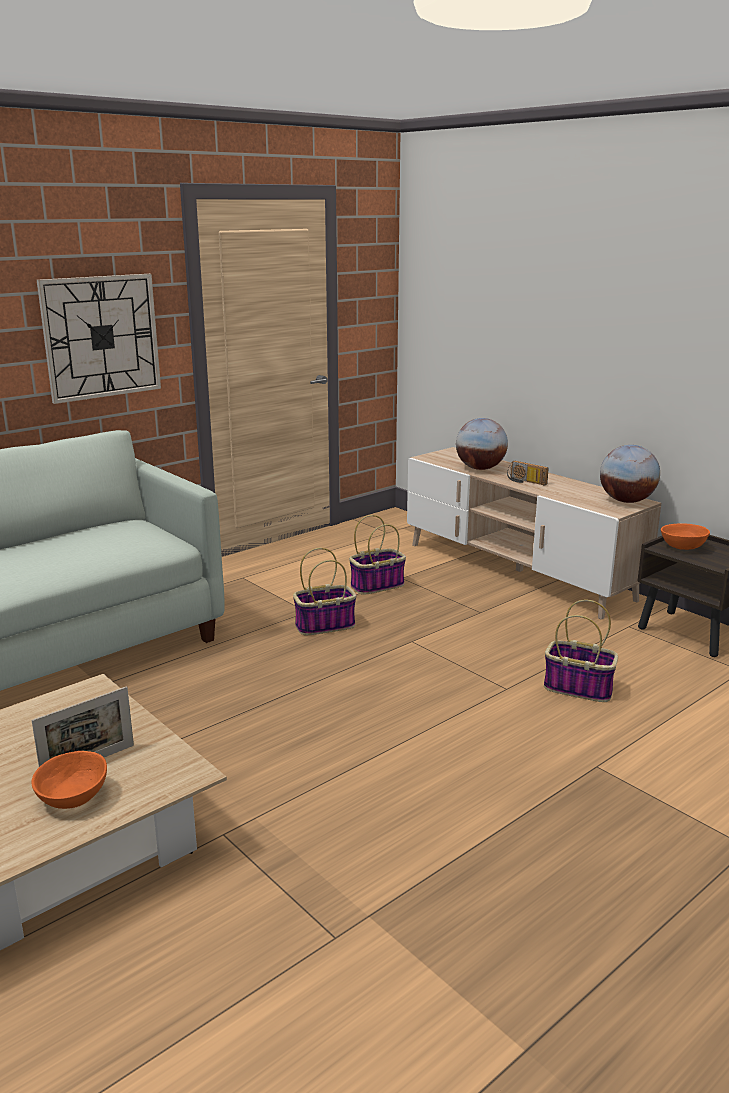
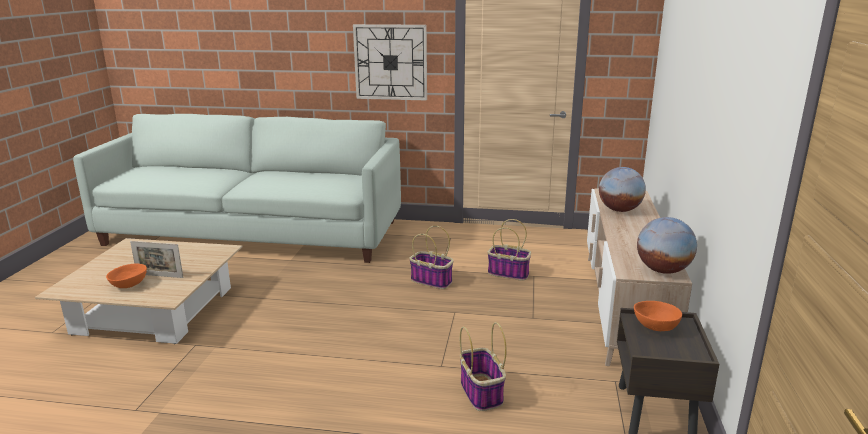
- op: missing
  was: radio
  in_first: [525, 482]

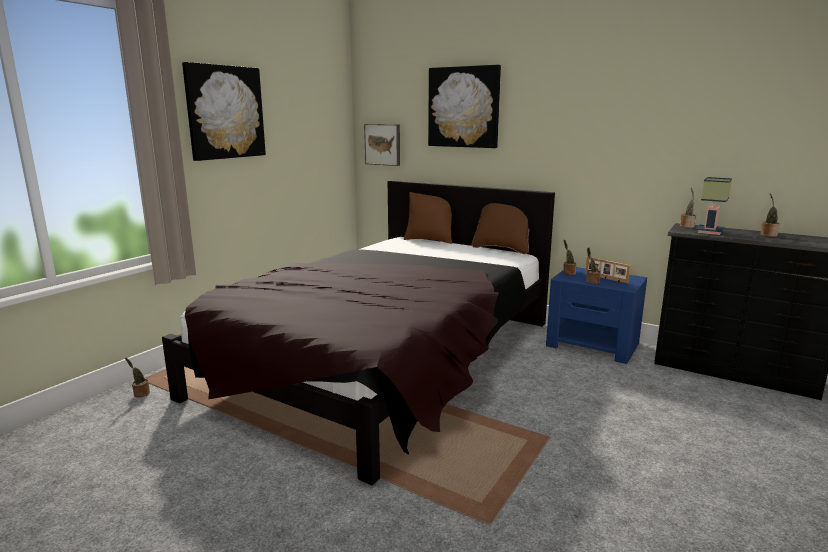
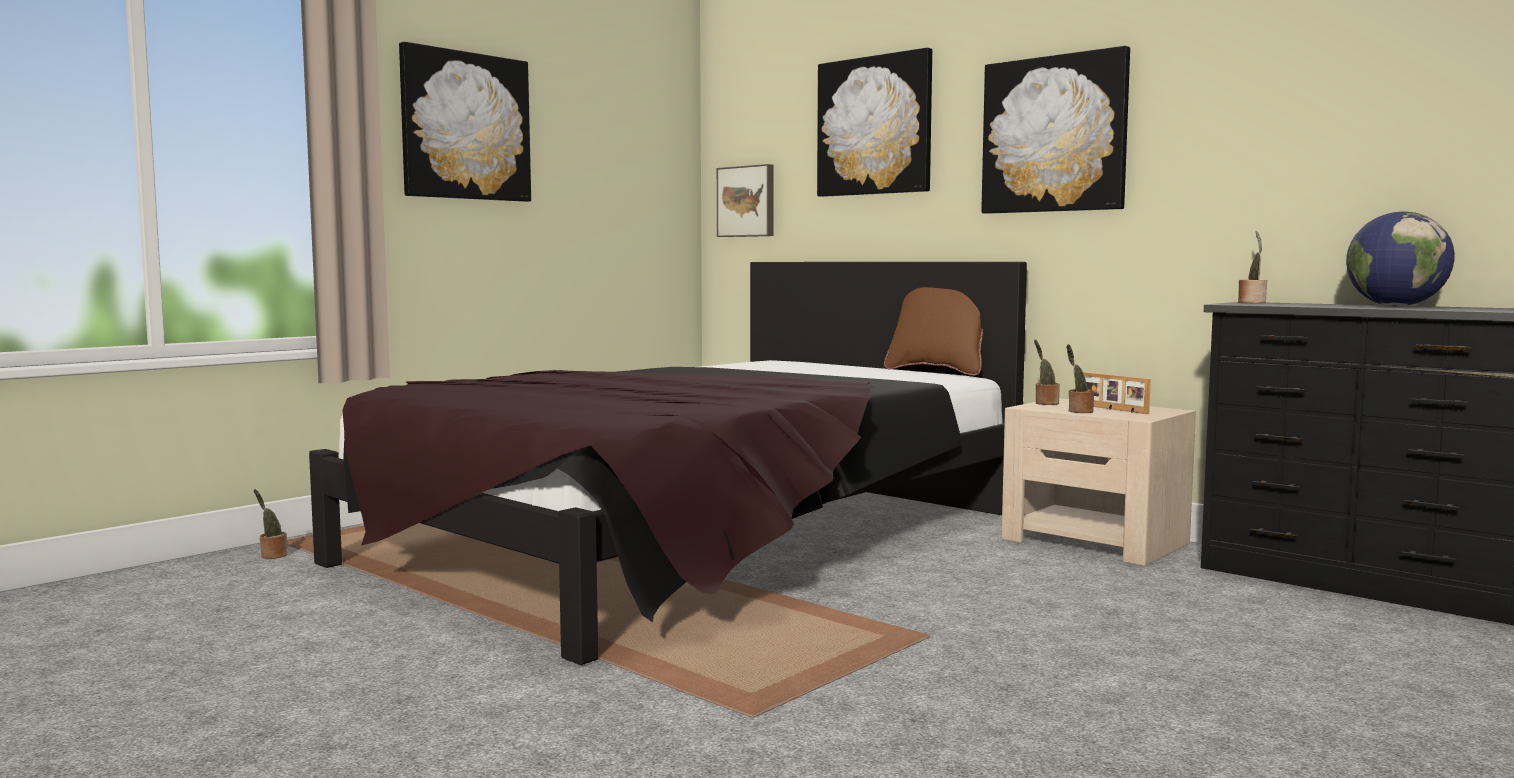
- op: missing
  was: pillow/brown
  in_first: [429, 240]
- op: missing
  was: table lamp
  in_first: [708, 231]
- op: appeared
  now: picture
  in_second: [1054, 134]
- op: exchanged
  was: potted plant
  now: globe
  in_first: [768, 235]
  in_second: [1395, 306]
- op: colour
  was: nightstand/blue
  now: nightstand/beige
  in_first: [593, 344]
  in_second: [1095, 541]

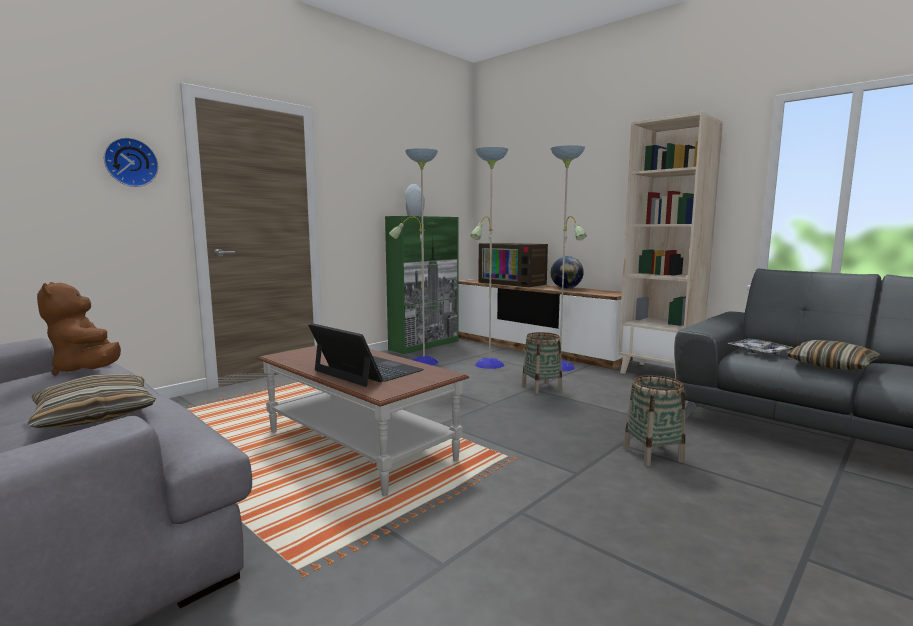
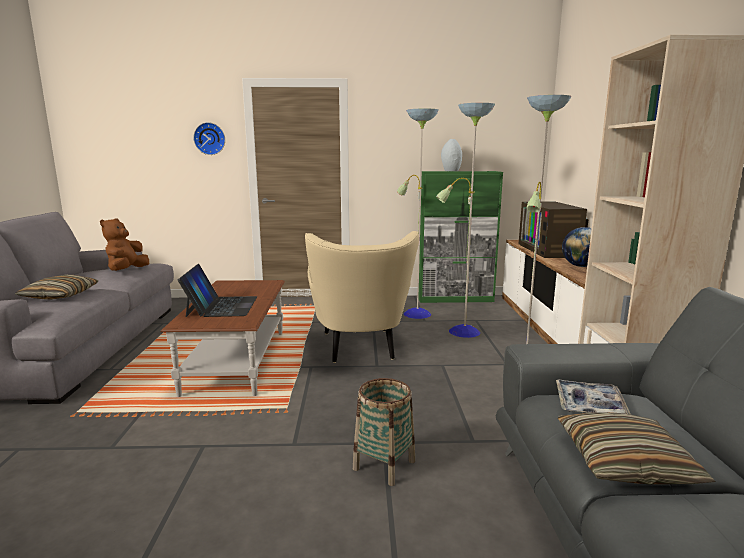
- op: missing
  was: basket
  in_first: [541, 387]
- op: appeared
  now: armchair/beige
  in_second: [360, 348]

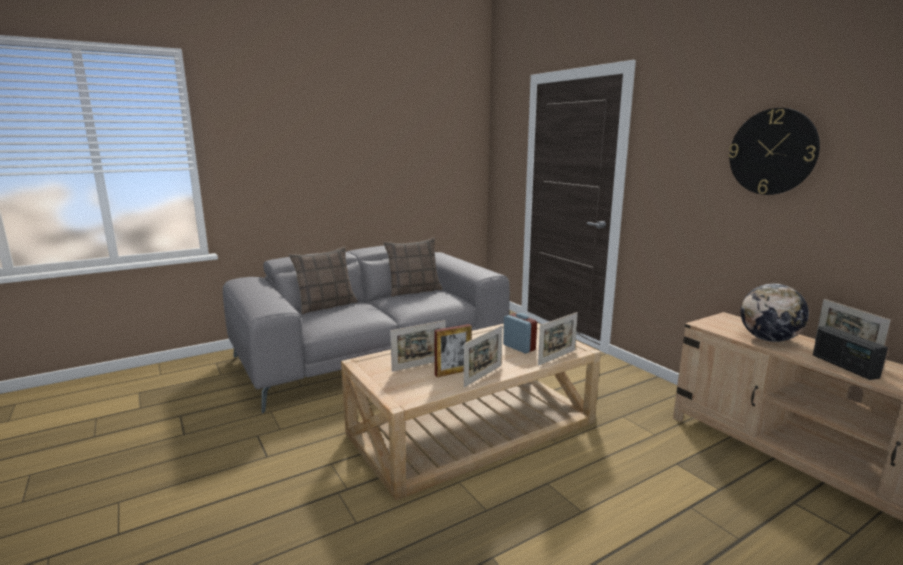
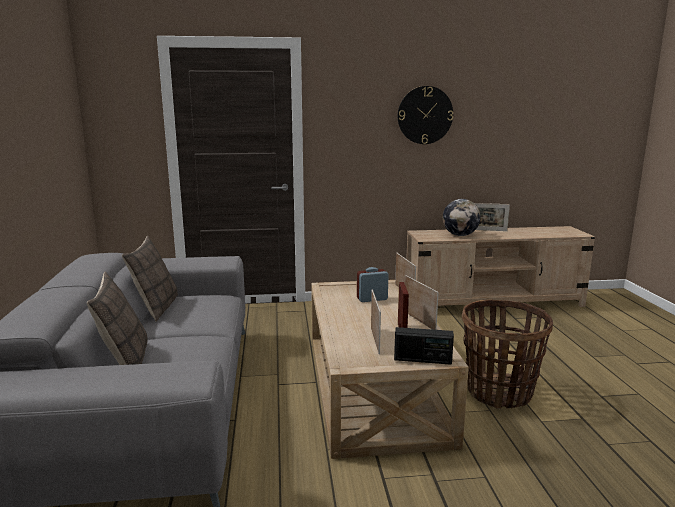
- op: appeared
  now: basket
  in_second: [499, 392]
- op: relocated
  was: radio
  in_first: [844, 366]
  in_second: [422, 359]

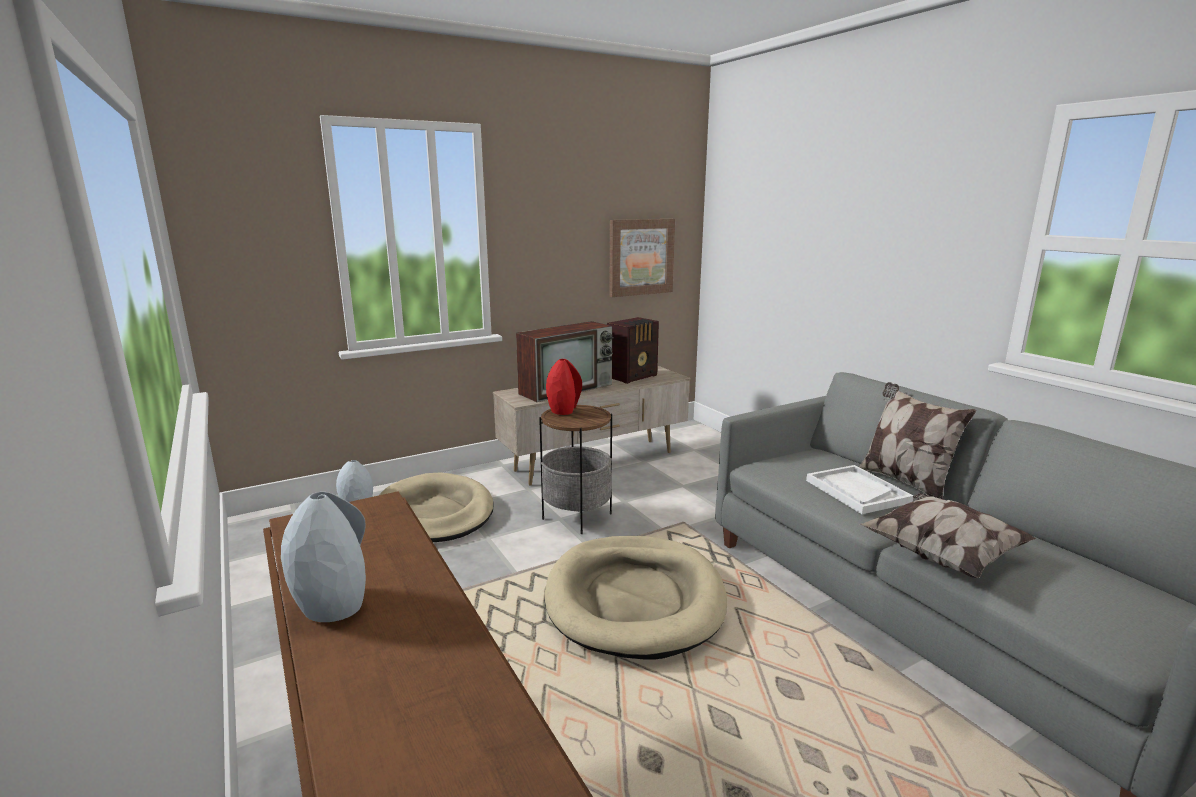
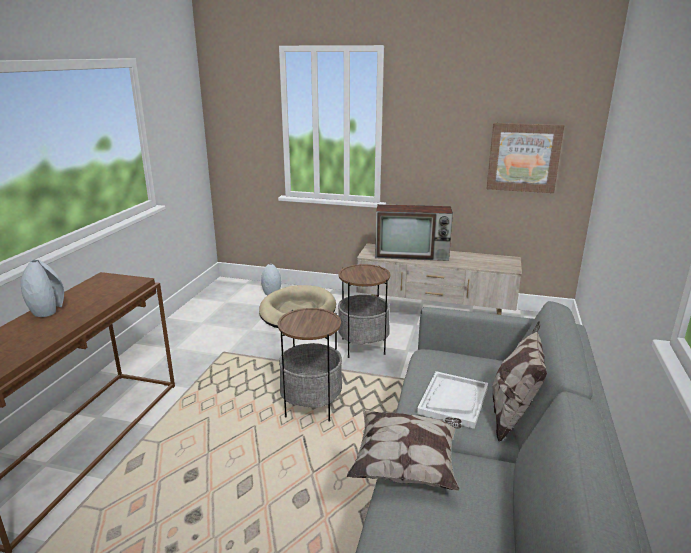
- op: missing
  was: vase/red
  in_first: [563, 410]
- op: missing
  was: radio
  in_first: [633, 376]
- op: exchanged
  was: dog bed/beige
  now: side table
  in_first: [634, 599]
  in_second: [311, 406]

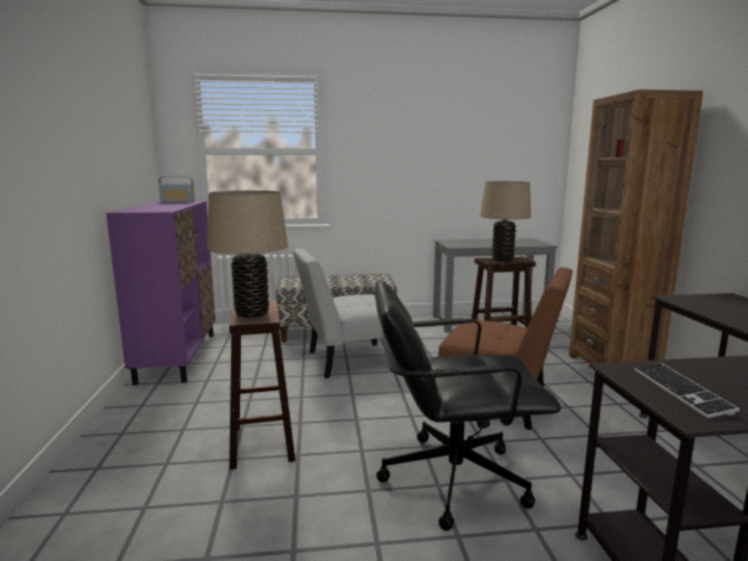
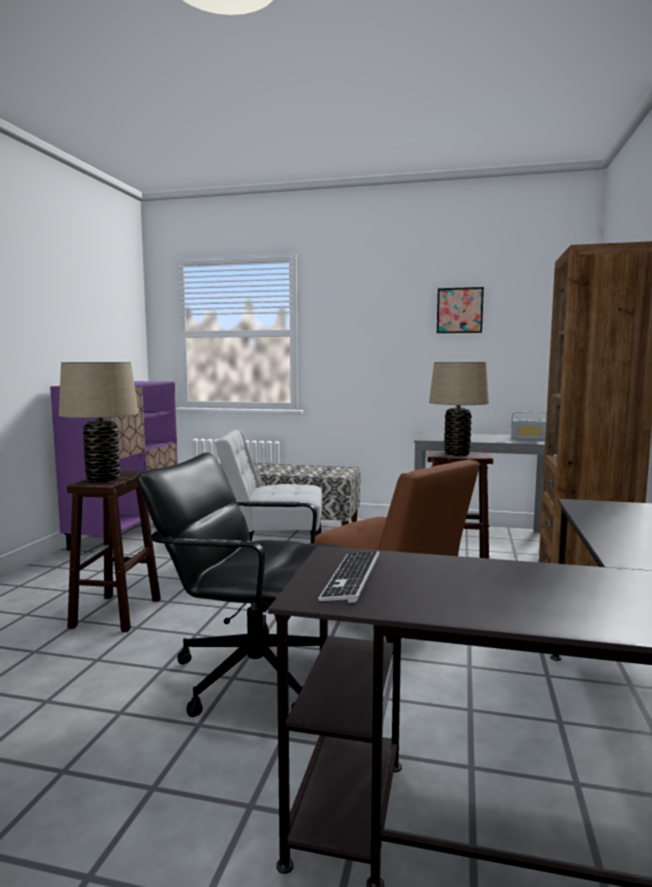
- op: appeared
  now: picture
  in_second: [459, 310]
- op: relocated
  was: radio
  in_first: [177, 201]
  in_second: [528, 438]

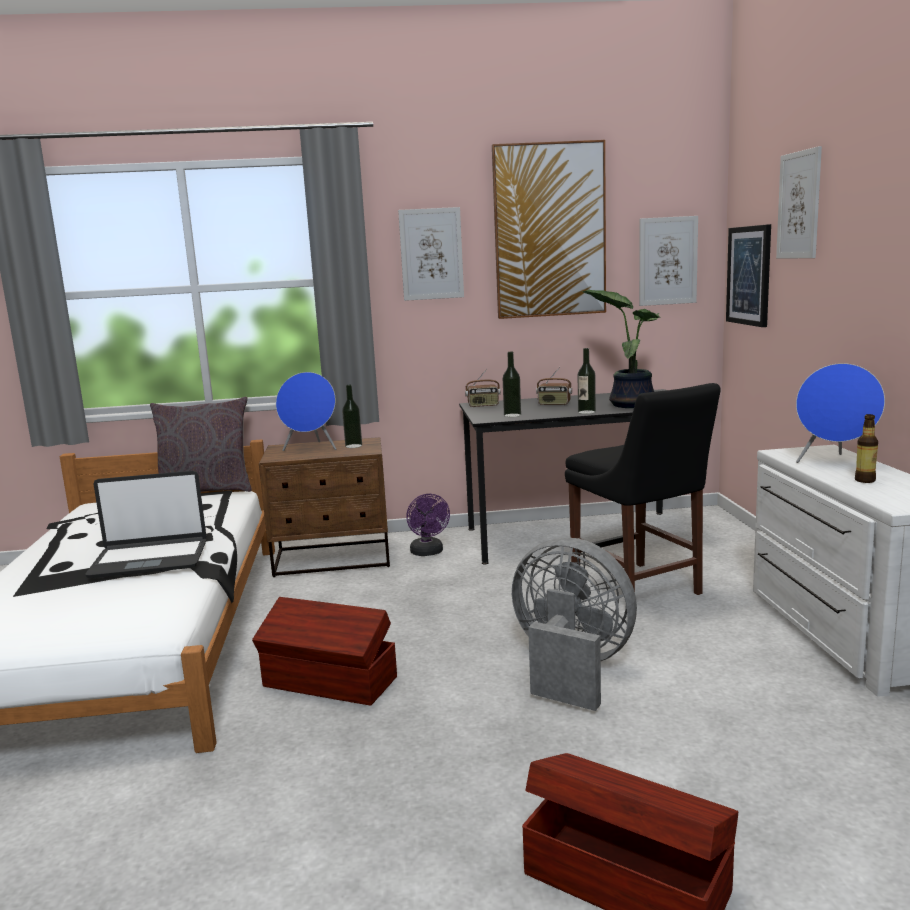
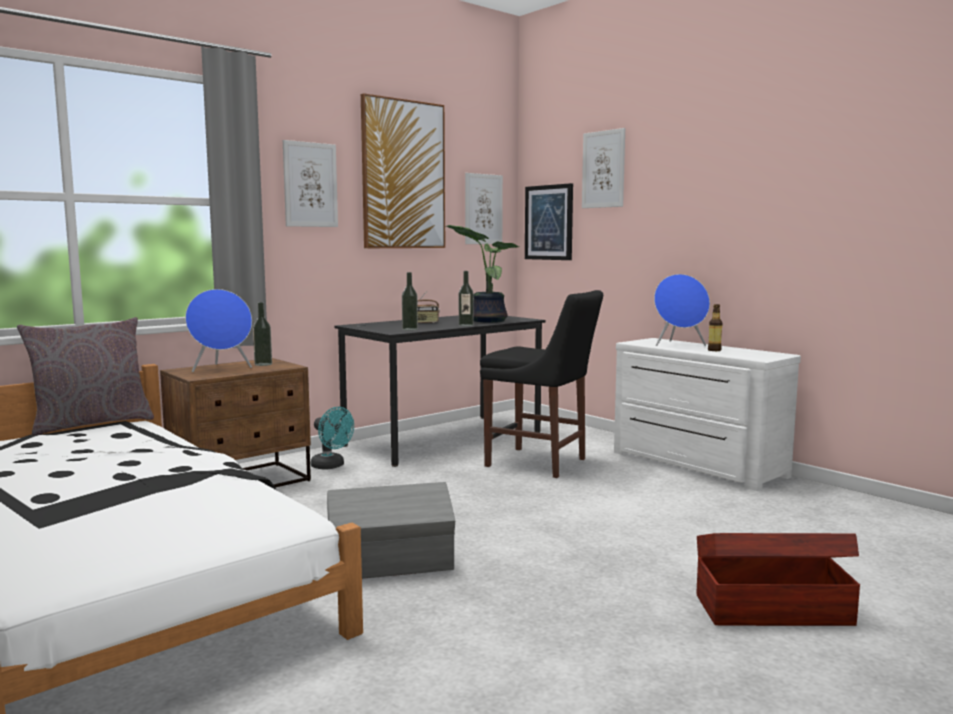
- op: missing
  was: laptop
  in_first: [150, 559]
- op: missing
  was: radio
  in_first: [483, 405]
- op: missing
  was: fan/grey
  in_first: [570, 669]
- op: colour
  was: storage box/brown
  now: storage box/grey
  in_first: [330, 683]
  in_second: [392, 565]
- op: colour
  was: fan/purple
  now: fan/turquoise
  in_first: [428, 553]
  in_second: [331, 466]

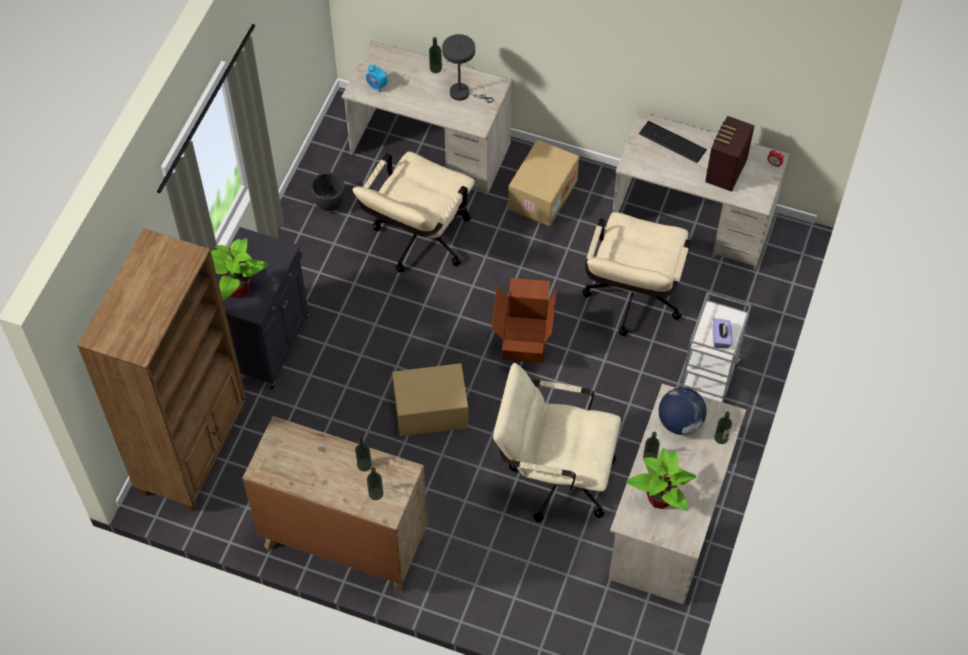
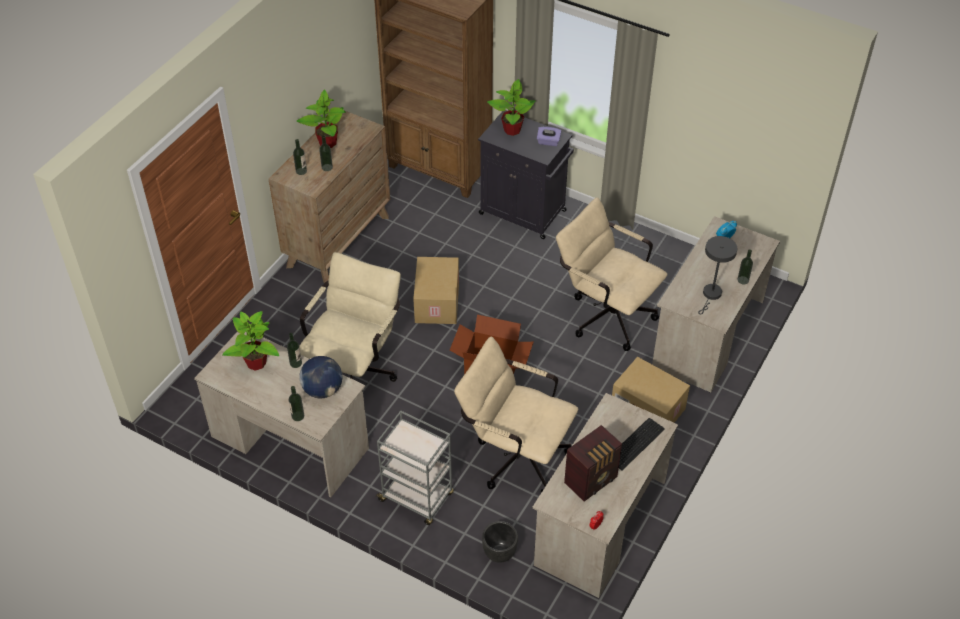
- op: appeared
  now: potted plant
  in_second: [327, 142]
- op: relocated
  was: planter/black
  in_first: [330, 204]
  in_second: [499, 553]
- op: relocated
  was: tissue box/purple
  in_first: [721, 338]
  in_second: [548, 142]
- op: spun
  was: radio
  in_first: [724, 171]
  in_second: [592, 480]
  clockwise: 105

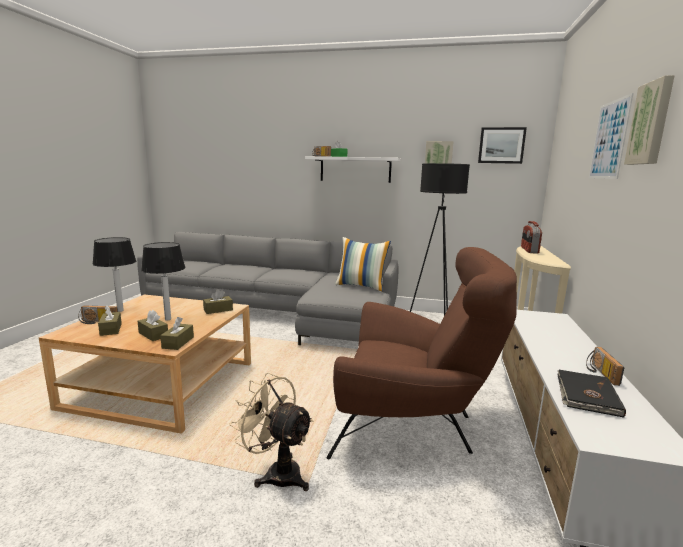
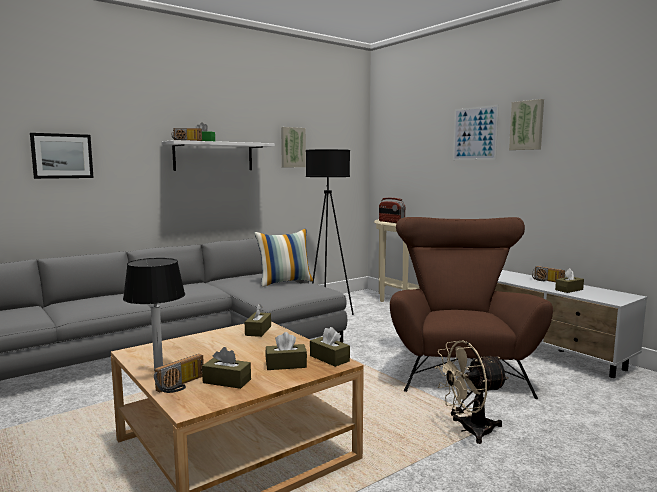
- op: missing
  was: table lamp
  in_first: [168, 319]
- op: relocated
  was: picture
  in_first: [501, 145]
  in_second: [62, 156]
- op: exchanged
  was: book/black
  now: tissue box/brown
  in_first: [586, 395]
  in_second: [569, 290]
- op: spun
  was: armchair/brown
  in_first: [414, 424]
  in_second: [458, 367]
  clockwise: -45

